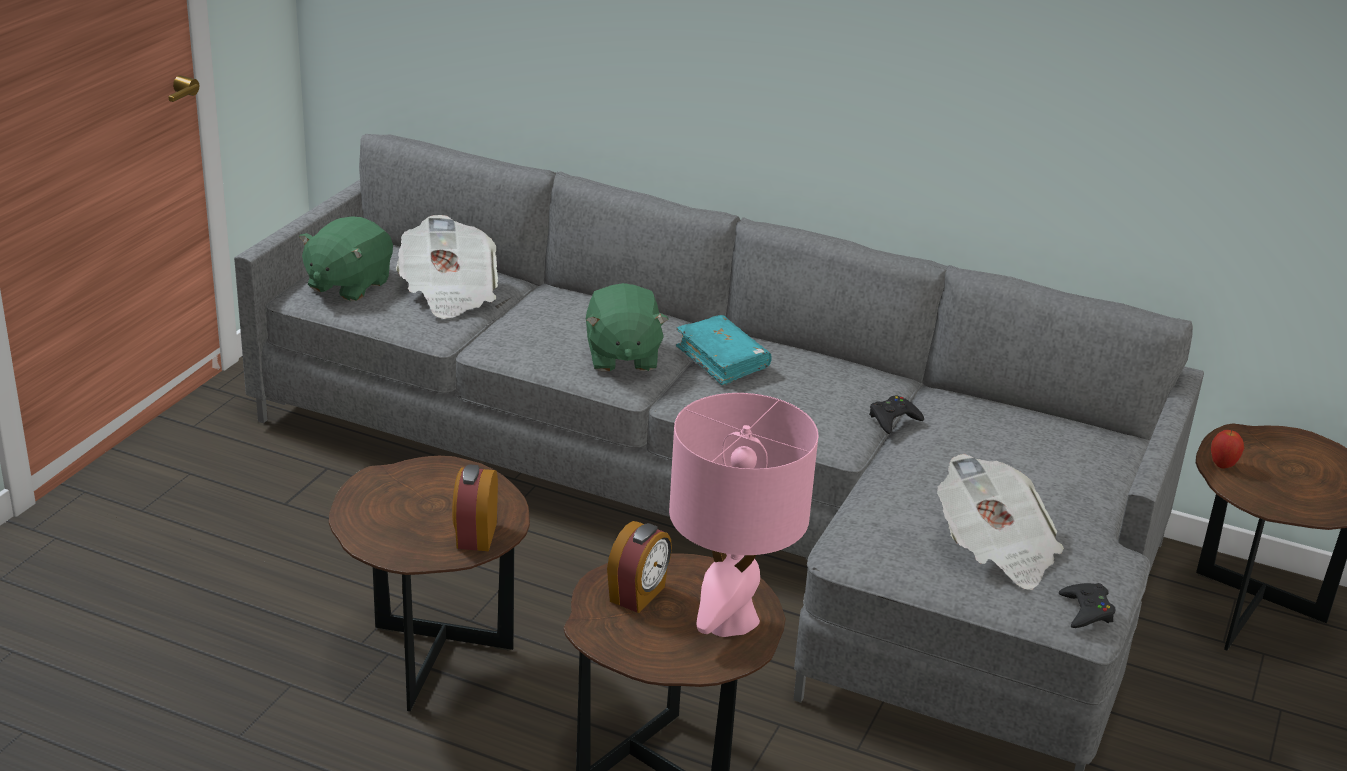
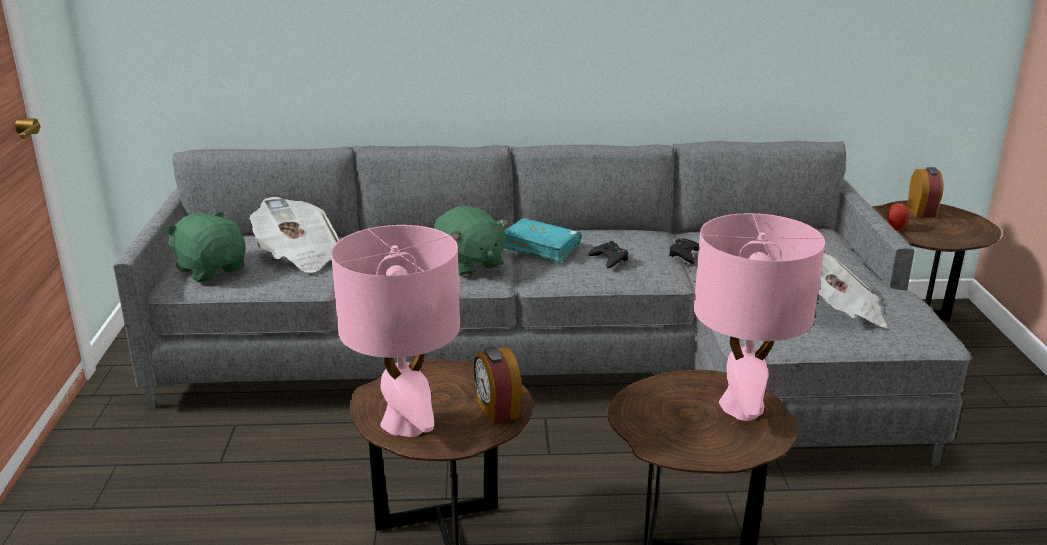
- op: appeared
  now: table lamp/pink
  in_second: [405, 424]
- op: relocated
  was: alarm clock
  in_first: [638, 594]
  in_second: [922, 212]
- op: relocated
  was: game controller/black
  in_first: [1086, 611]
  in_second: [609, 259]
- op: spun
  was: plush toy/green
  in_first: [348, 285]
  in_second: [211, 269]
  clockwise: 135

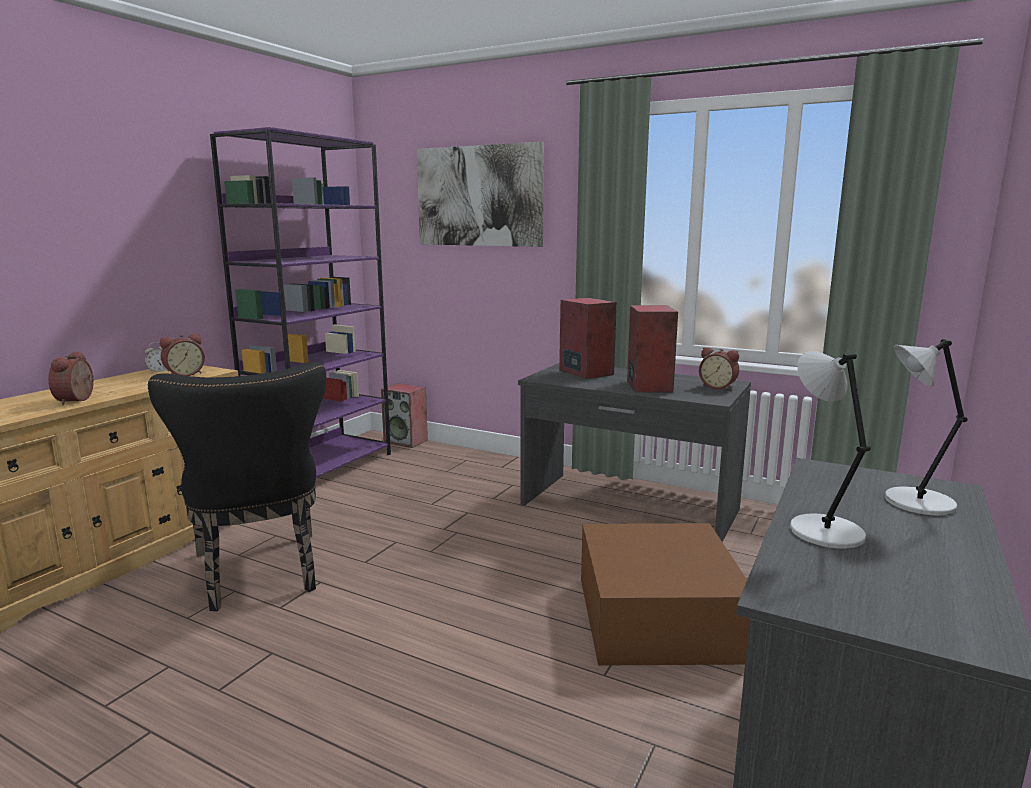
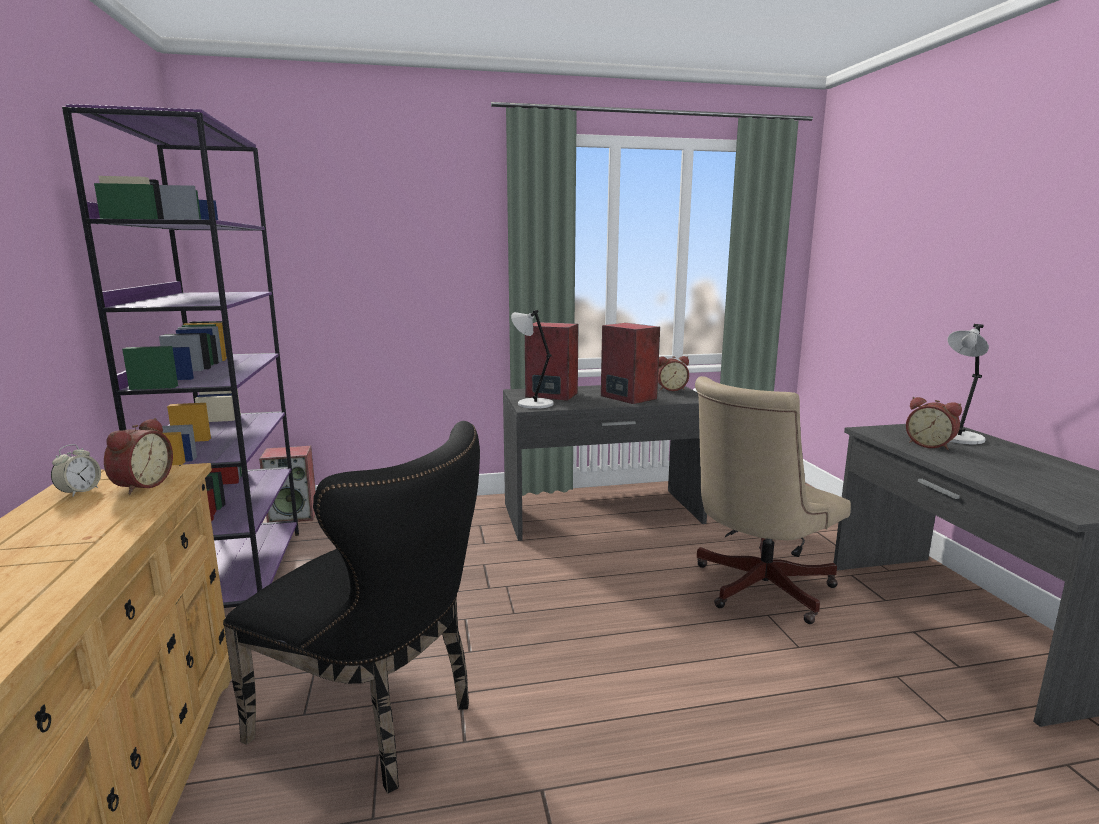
- op: missing
  was: picture
  in_first: [478, 196]
- op: relocated
  was: alarm clock
  in_first: [78, 400]
  in_second: [930, 445]
- op: relocated
  was: table lamp/grey
  in_first: [822, 531]
  in_second: [533, 404]
- op: exchanged
  was: storage box/brown
  now: office chair/beige
  in_first: [657, 617]
  in_second: [756, 589]

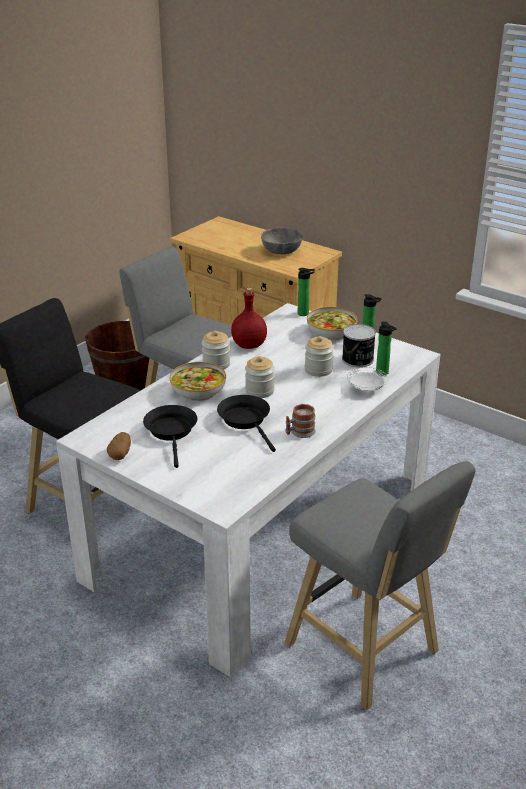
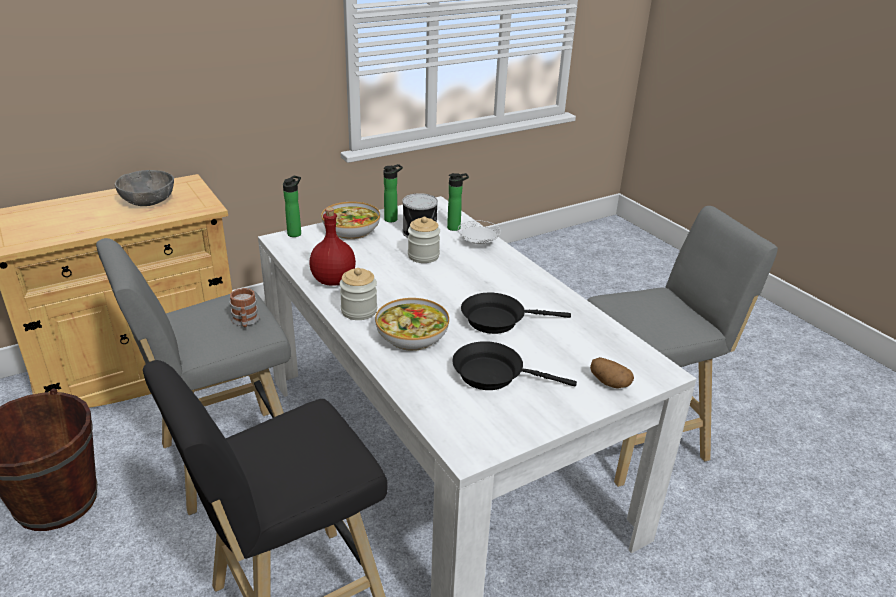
- op: missing
  was: jar
  in_first: [259, 391]
- op: relocated
  was: potato
  in_first: [120, 454]
  in_second: [609, 383]
- op: relocated
  was: mug
  in_first: [299, 432]
  in_second: [245, 321]

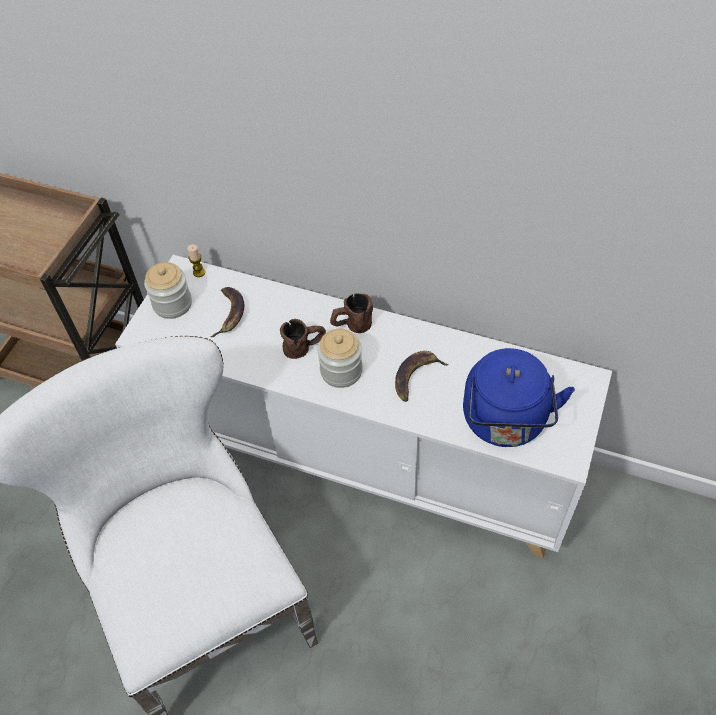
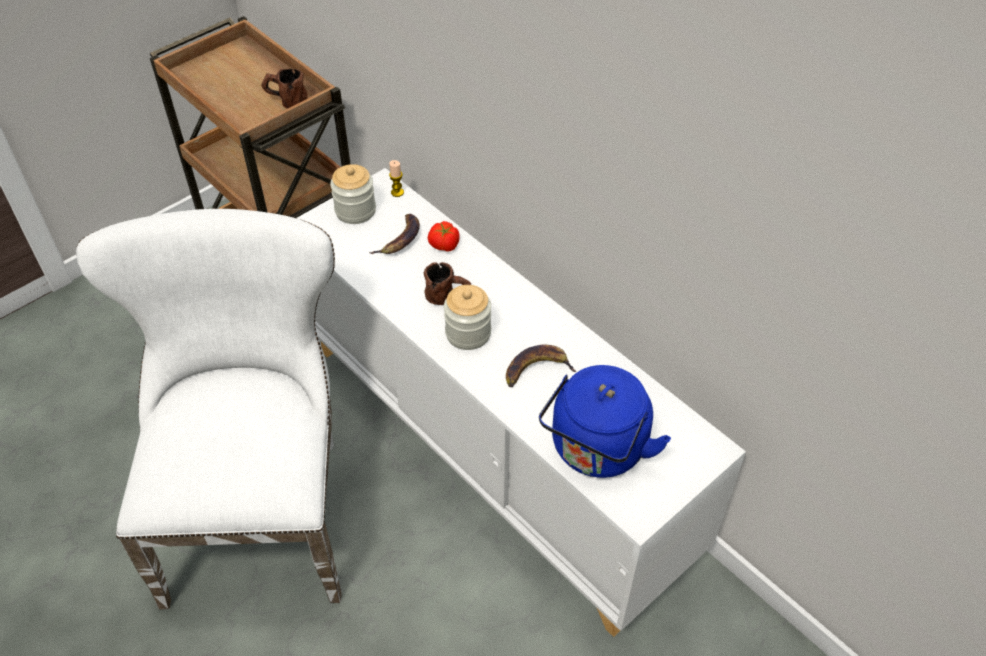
- op: appeared
  now: tomato
  in_second: [444, 244]
- op: relocated
  was: mug/brown
  in_first: [351, 326]
  in_second: [286, 102]

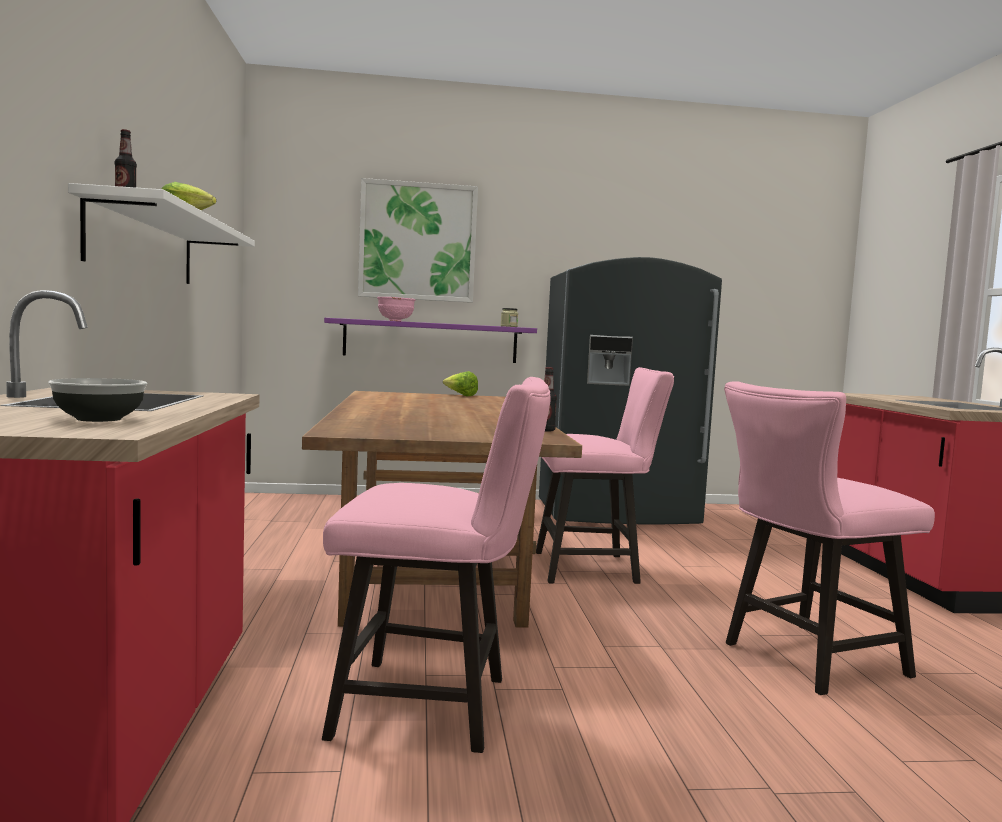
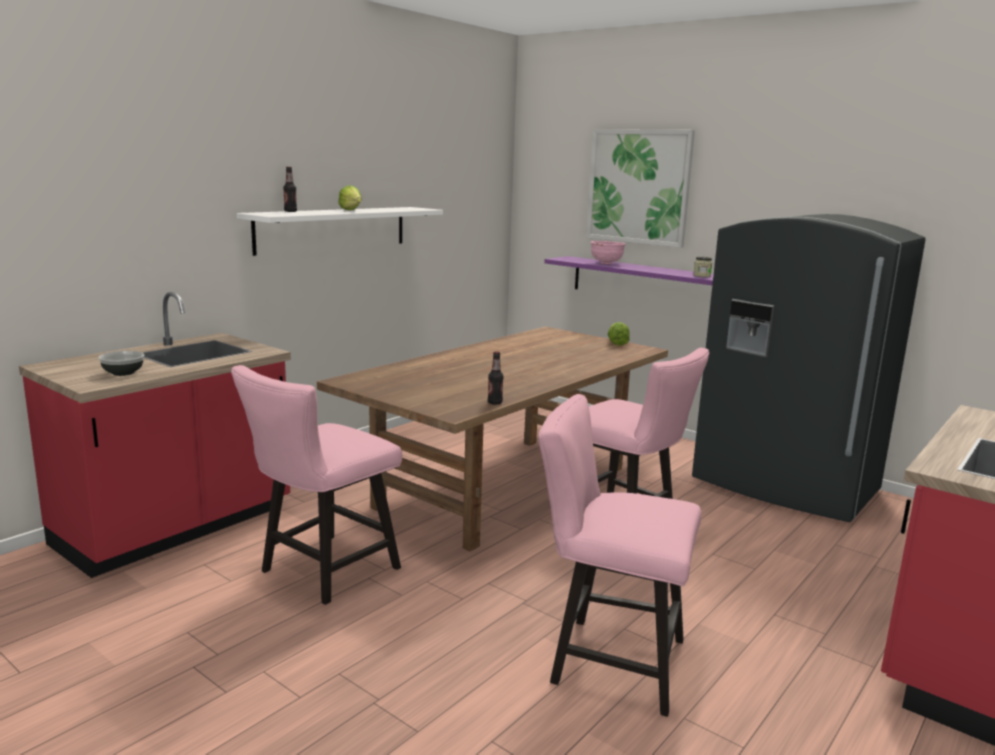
- op: spun
  was: chair/pink
  in_first: [436, 707]
  in_second: [322, 572]
  clockwise: 75

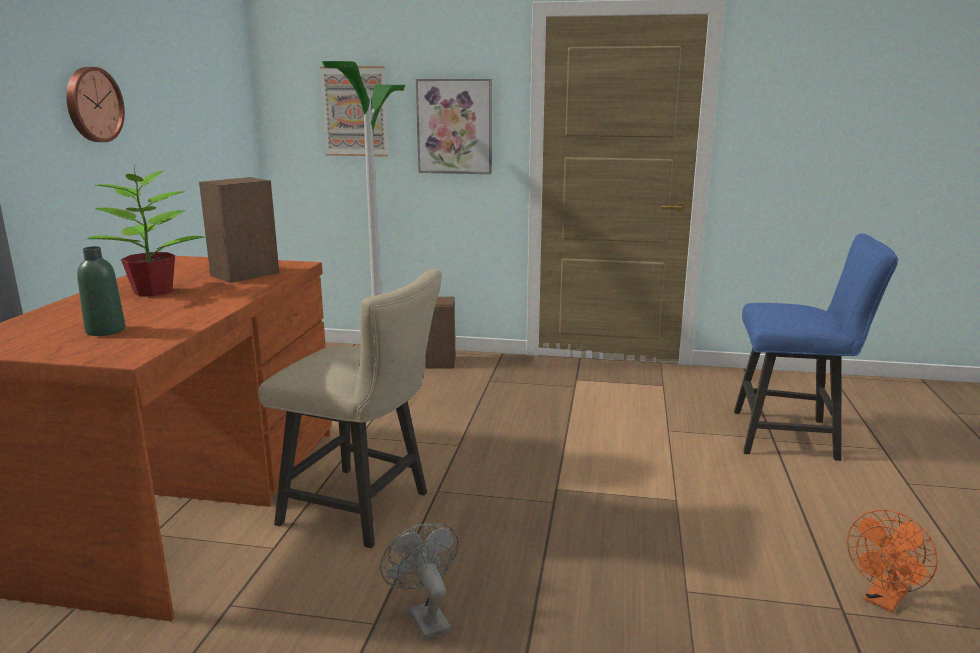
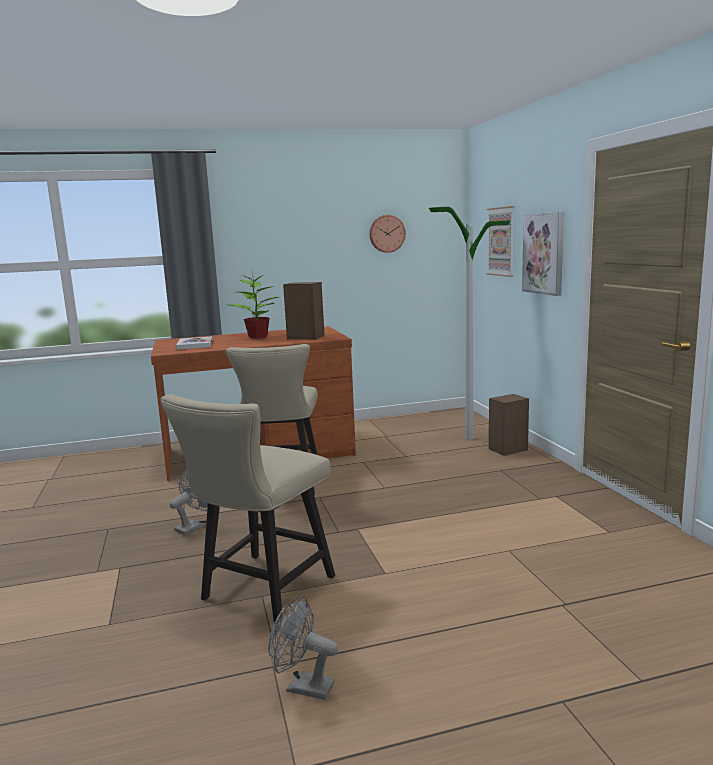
- op: missing
  was: chair/blue
  in_first: [793, 436]
- op: appeared
  now: chair/beige
  in_second: [261, 592]
- op: relocated
  was: wall clock
  in_first: [92, 105]
  in_second: [386, 233]
- op: exchanged
  was: bottle/green
  now: book
  in_first: [105, 331]
  in_second: [195, 344]
- op: colour
  was: fan/orange
  now: fan/grey
  in_first: [884, 600]
  in_second: [303, 687]

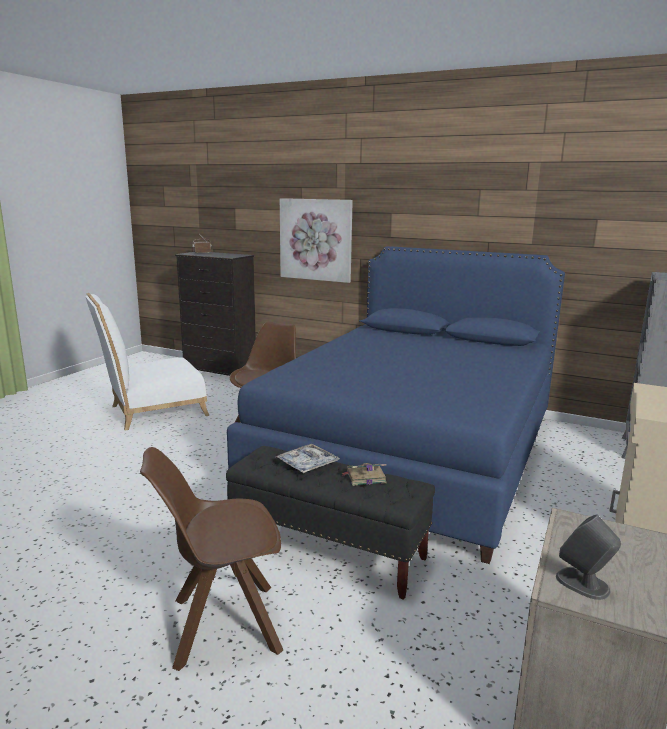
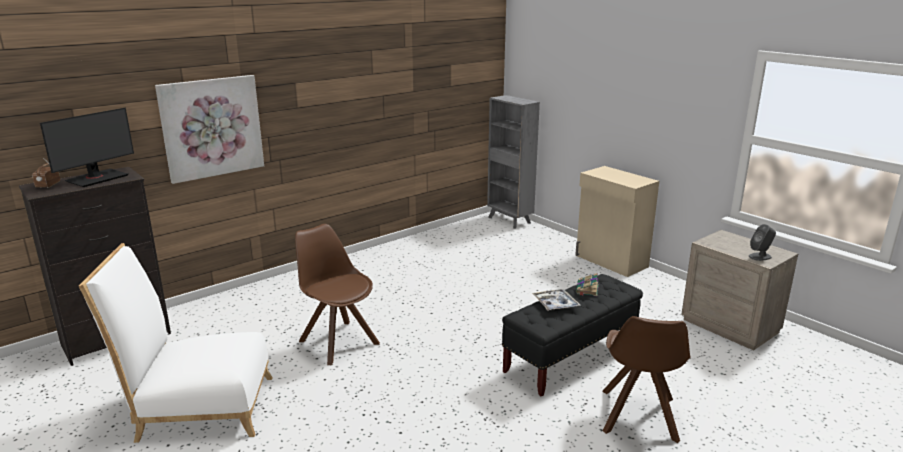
- op: missing
  was: bed/blue
  in_first: [411, 451]
- op: appeared
  now: monitor
  in_second: [97, 178]
- op: spun
  was: chair/white
  in_first: [152, 412]
  in_second: [197, 408]
  clockwise: 90

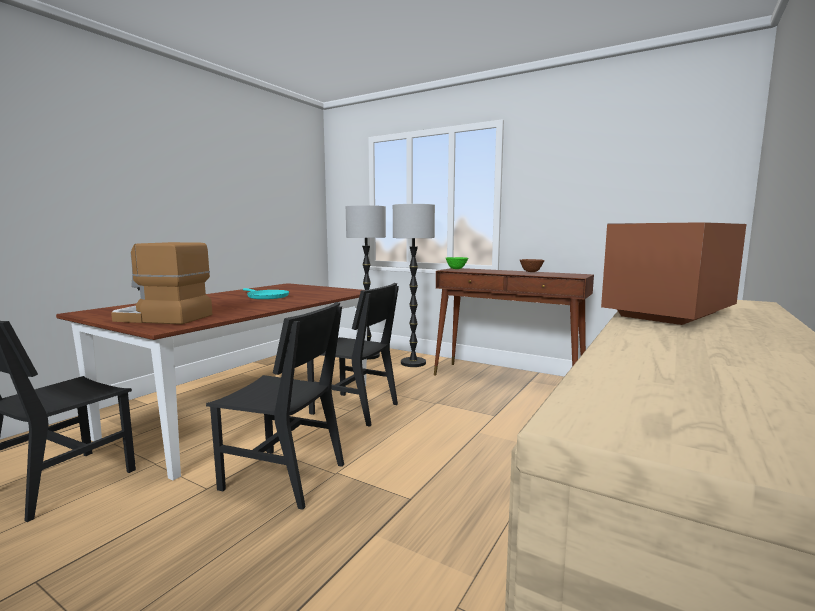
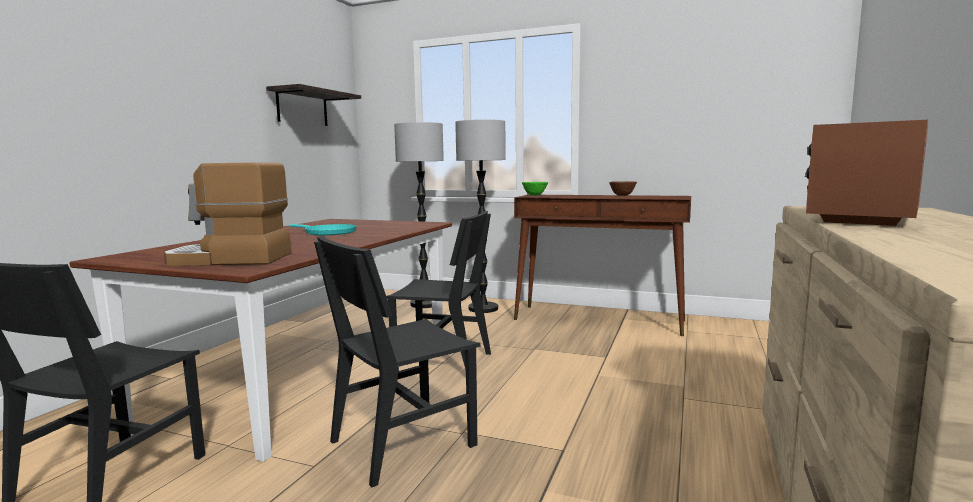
- op: appeared
  now: shelf
  in_second: [302, 108]
- op: spun
  was: chair/black
  in_first: [283, 477]
  in_second: [402, 443]
  clockwise: 135

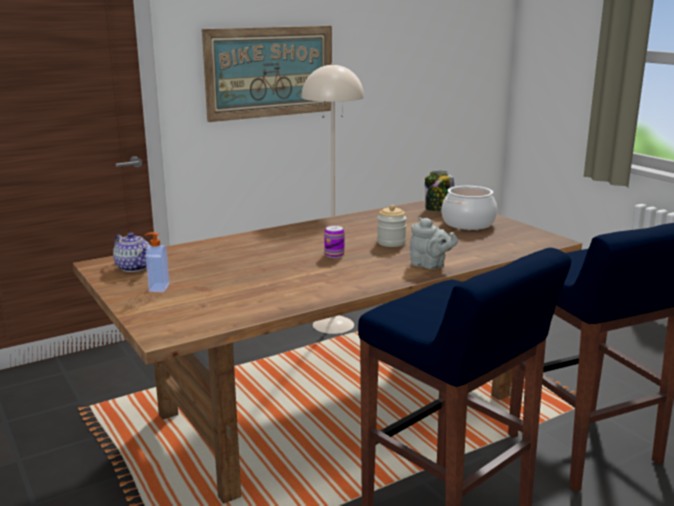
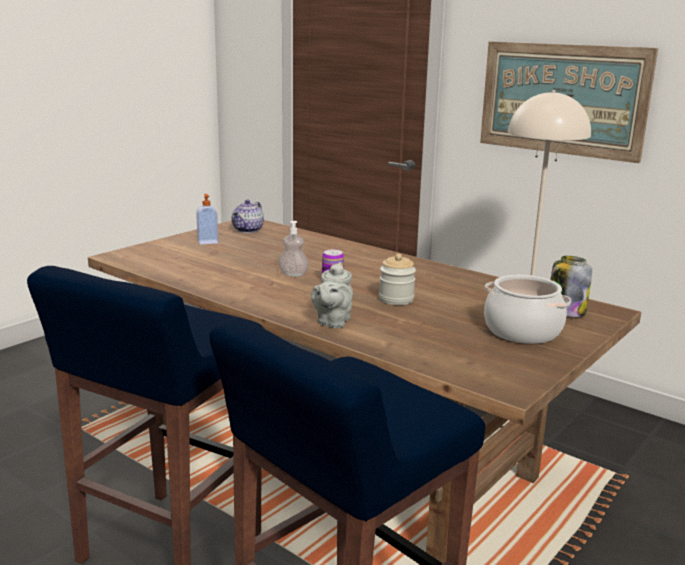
- op: appeared
  now: soap dispenser
  in_second: [293, 274]

